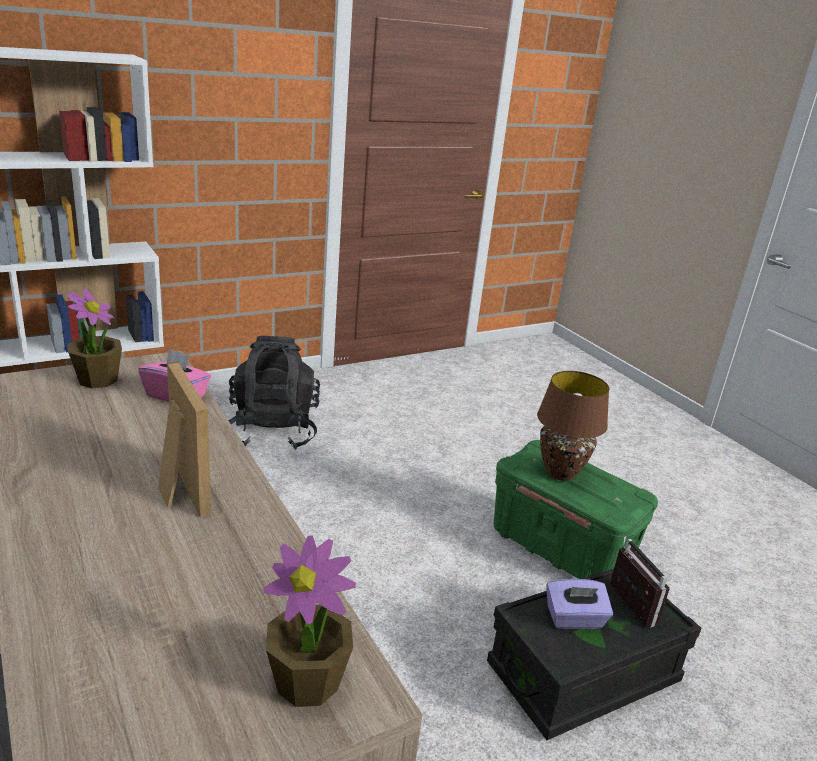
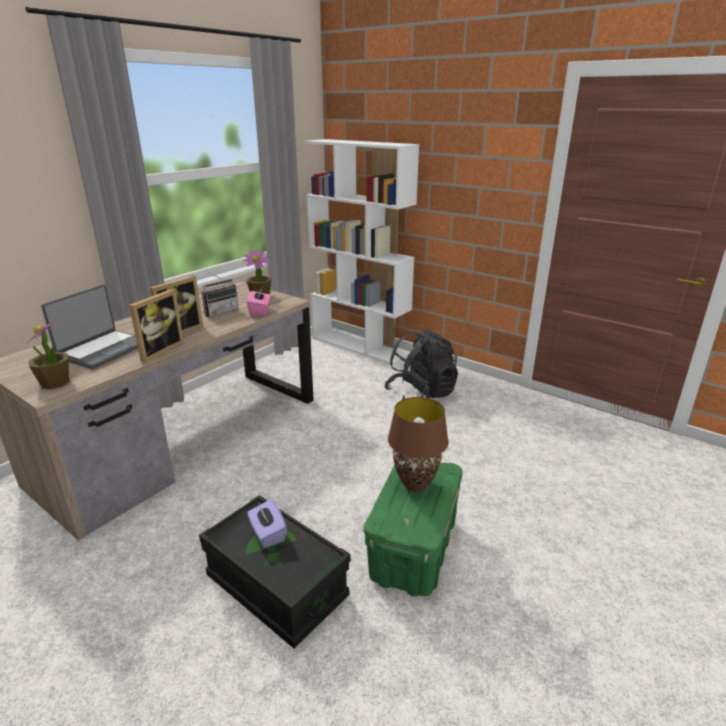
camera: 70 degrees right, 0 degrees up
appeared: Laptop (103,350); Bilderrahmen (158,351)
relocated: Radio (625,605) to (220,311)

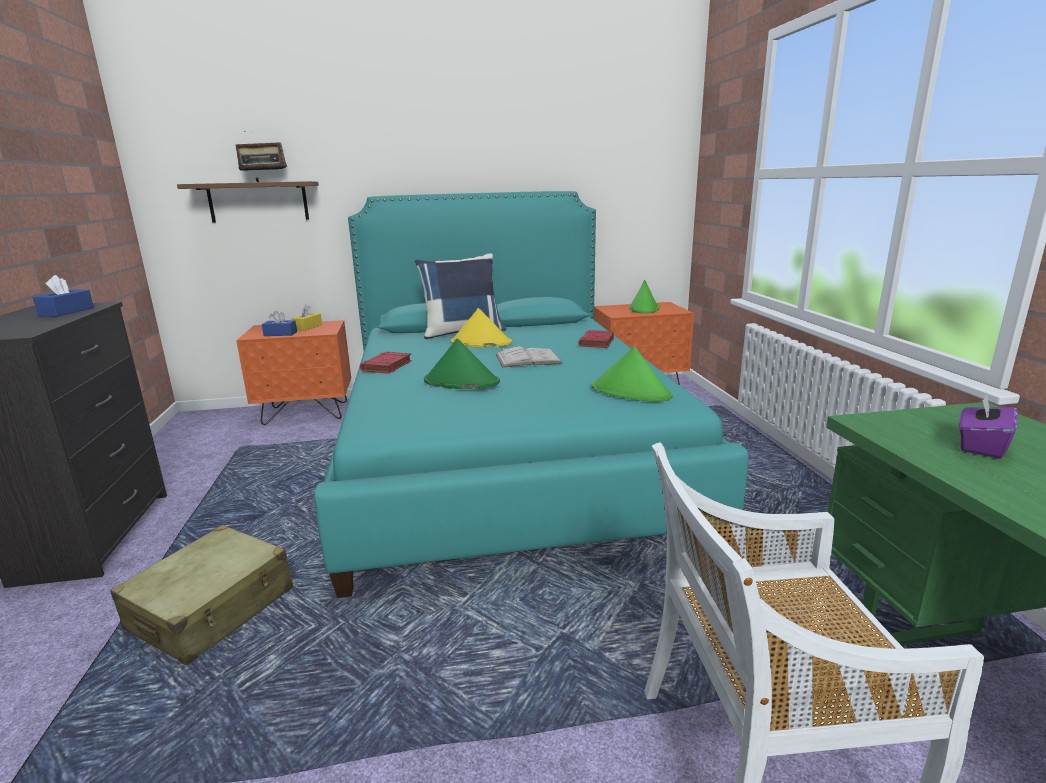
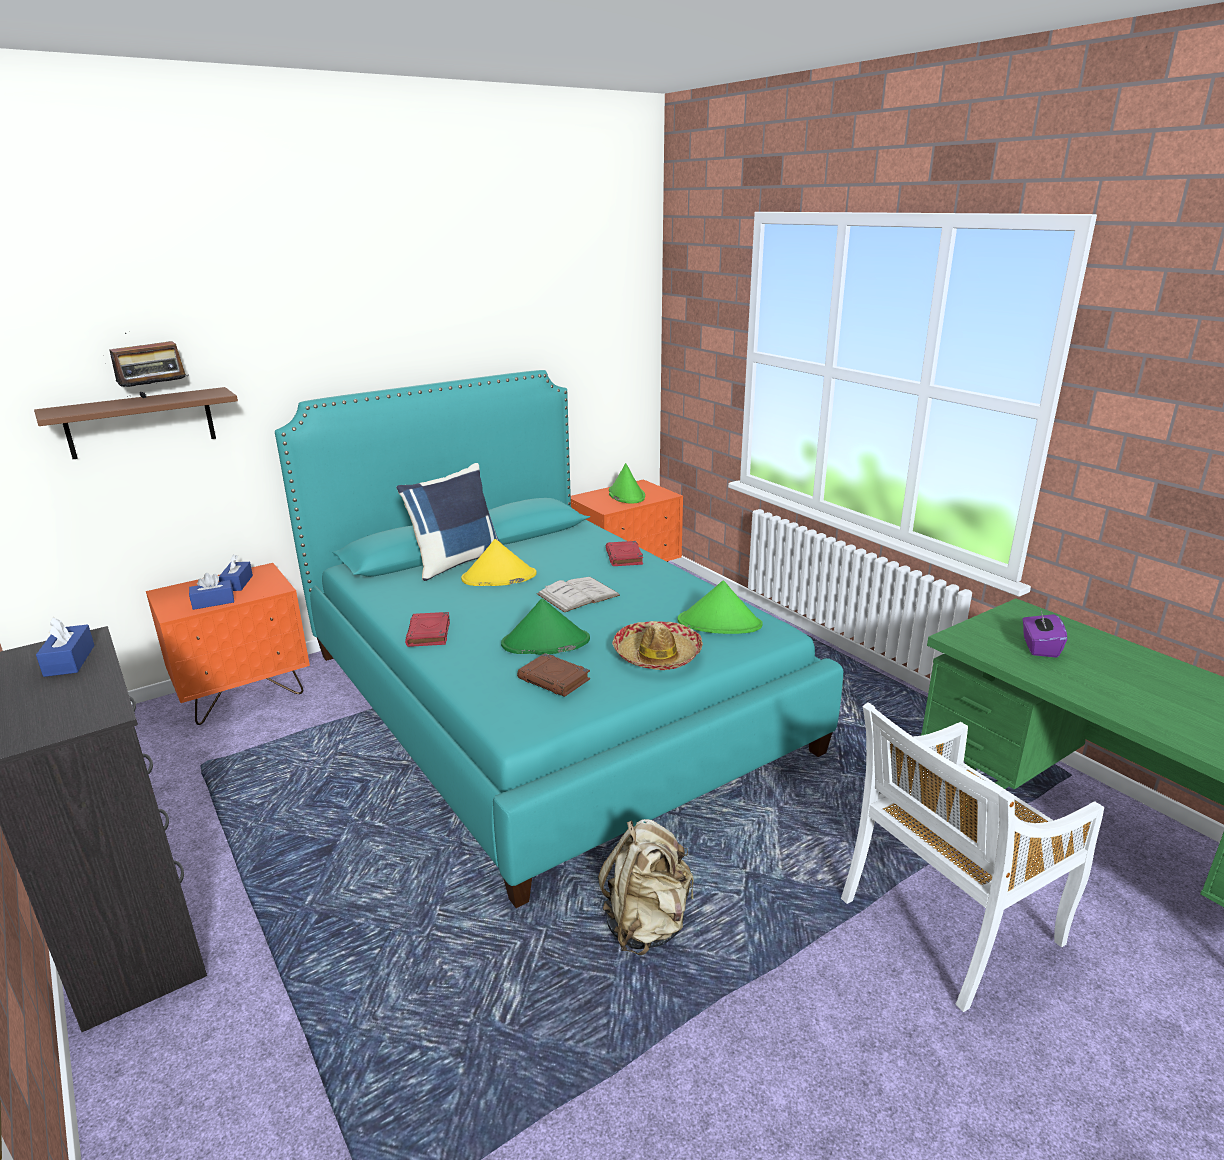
camera: 25 degrees left, 5 degrees up
missing: Koffer/beige (212,609)
appeared: Buch/braun (555,679); Rucksack/beige (647,924); Hut (657,655)
colour: Taschentuchbox/gelb (307,327) to Taschentuchbox/blau (237,583)

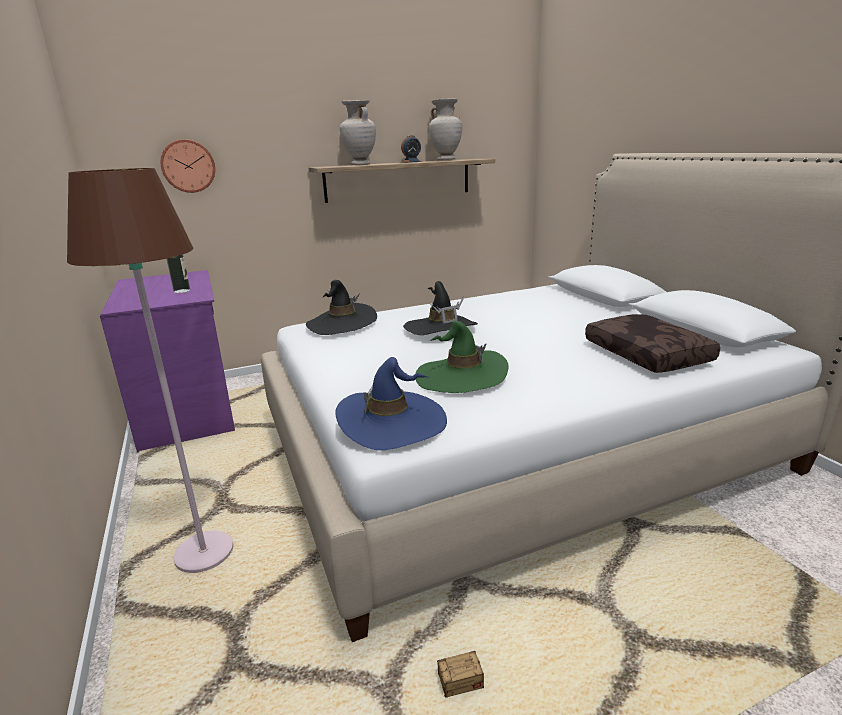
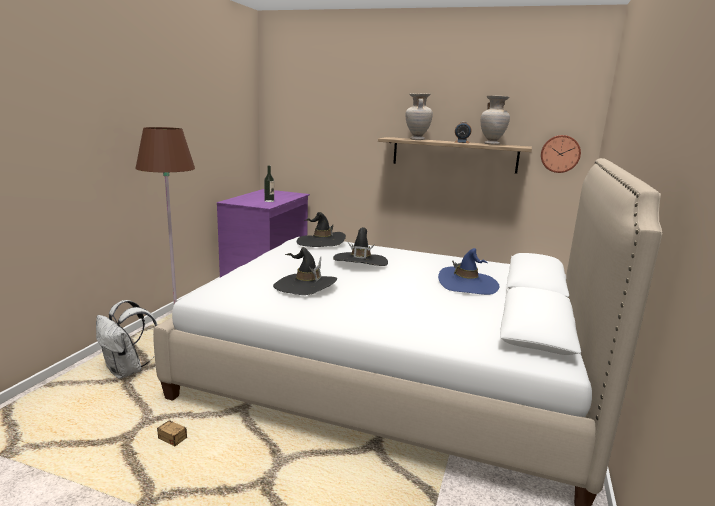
camera: 40 degrees right, 5 degrees down
missing: Kissen/braun (648,355)
appeared: Rucksack/weiß (127,371)
relocated: Hut/blau (392,422) to (468,284); Wanduhr (188,166) to (560,153)
colour: Hut/grün (461,376) to Hut/schwarz (305,286)

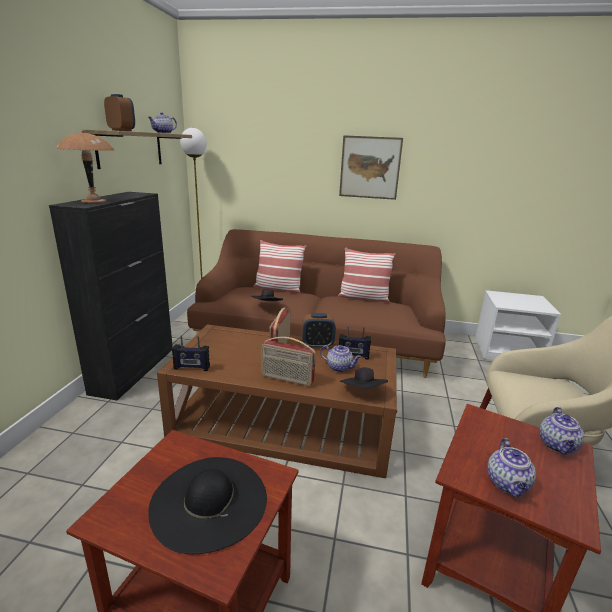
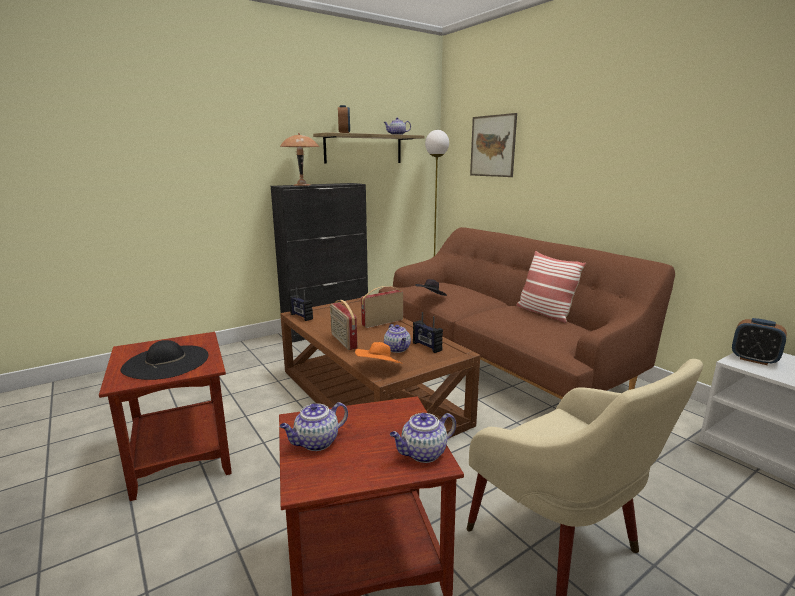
camera: 45 degrees right, 5 degrees down
missing: Kissen (278,288)
relocated: Bild (370,167) to (492,146); Wecker (317,345) to (753,359)
colour: Hut/schwarz (363,392) to Hut/orange (379,369)

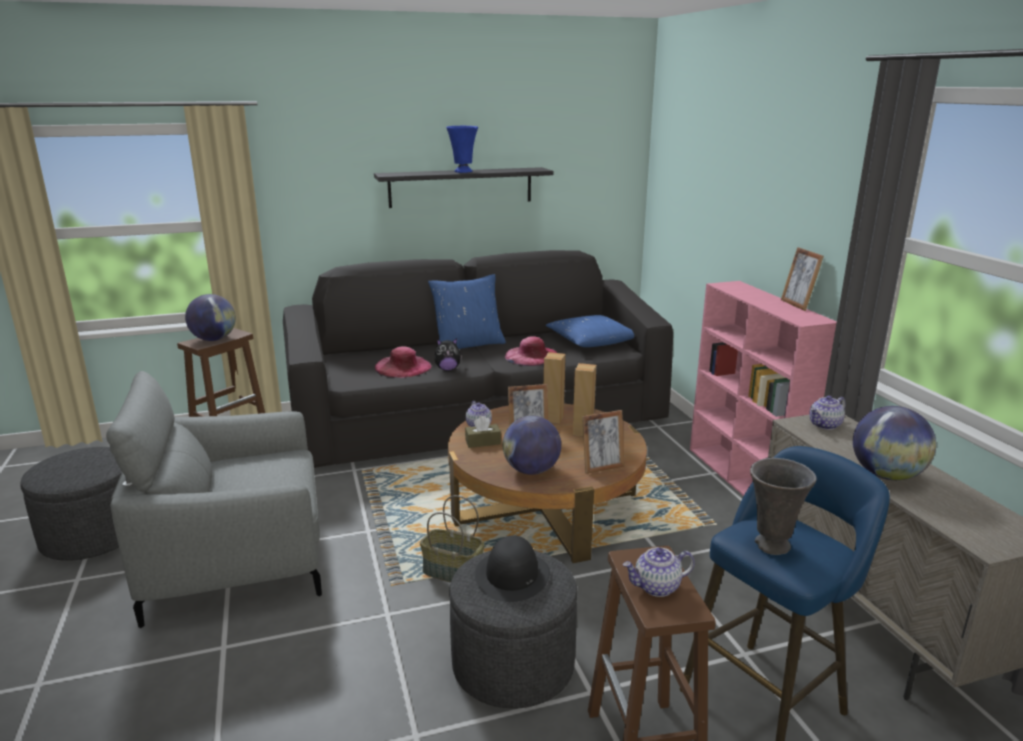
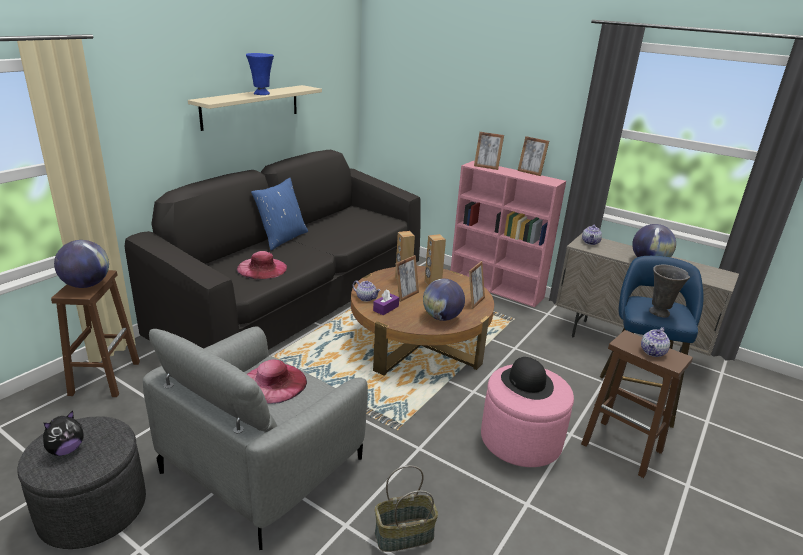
camera: 40 degrees left, 5 degrees up
missing: Kissen/blau (591,341)
appeared: Bilderrahmen (486,167)
relocated: Plüschtier (447,369) to (66,450); Hut/rosa (532,356) to (273,383); Korb (452,573) to (404,536)
colour: Wandregal/schwarz (461,187) to Wandregal/beige (251,106); Taschentuchbox/braun (483,442) to Taschentuchbox/lila (386,308); Polsterhocker/grau (513,664) to Polsterhocker/rosa (520,440)

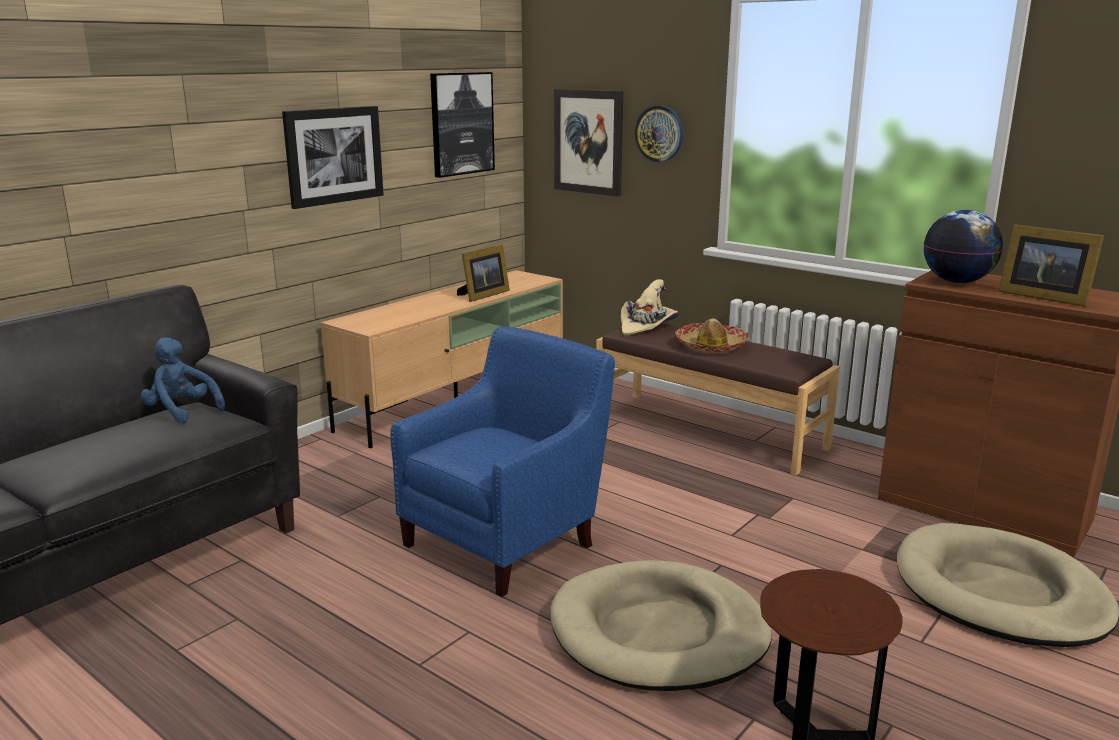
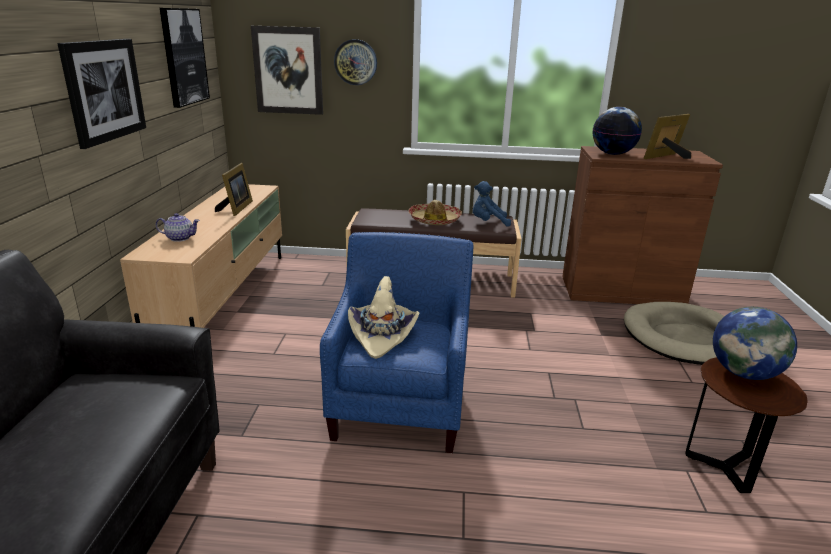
camera: 35 degrees left, 5 degrees up
missing: Hundebett/beige (659,633)
appeared: Teekanne (179,238); Globus (744,373)
relocated: Hut/beige (647,326) to (382,334); Plüschtier/blau (181,411) to (488,223)
spun: Bilderrahmen (1041,296) = (666,157) 135 degrees clockwise

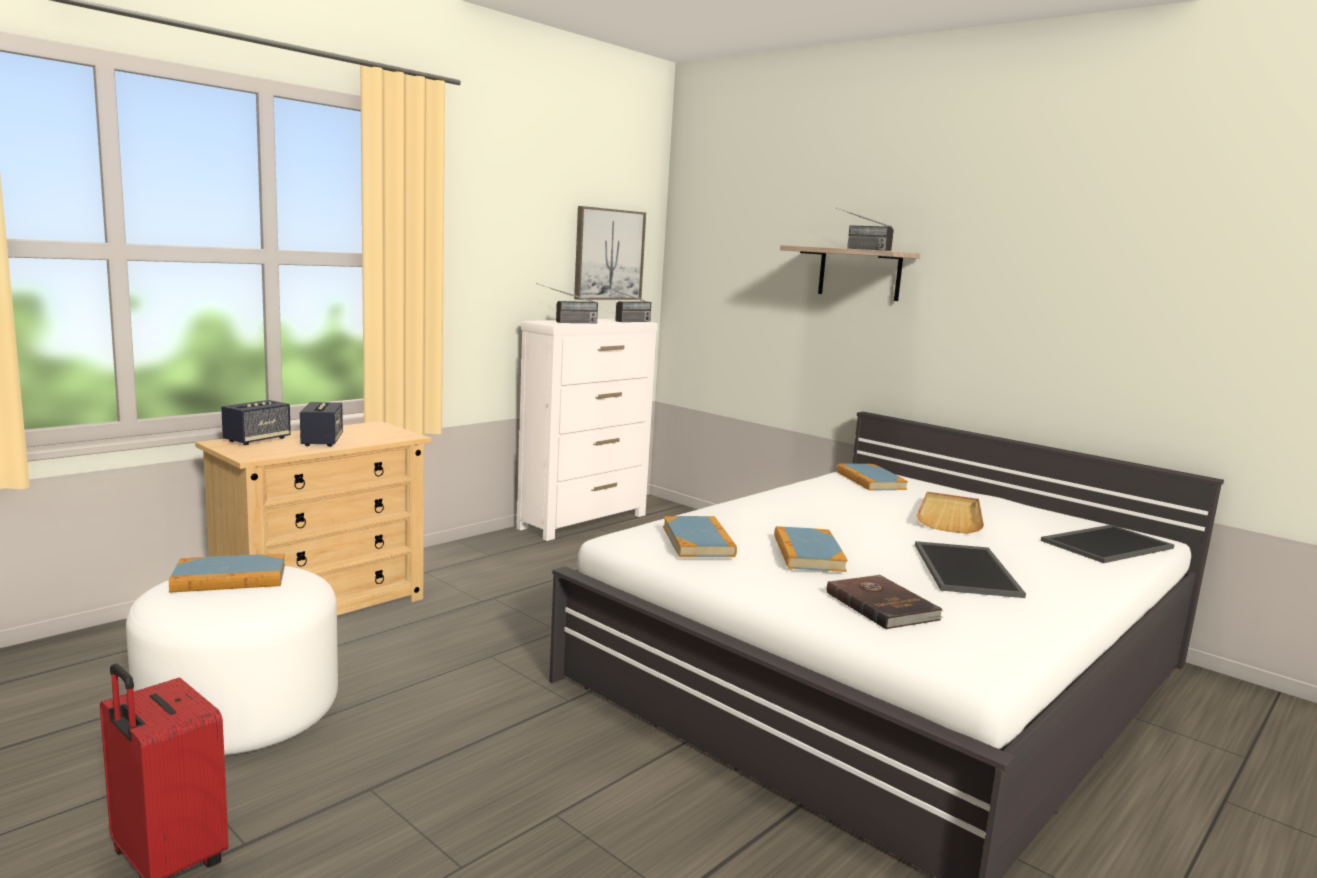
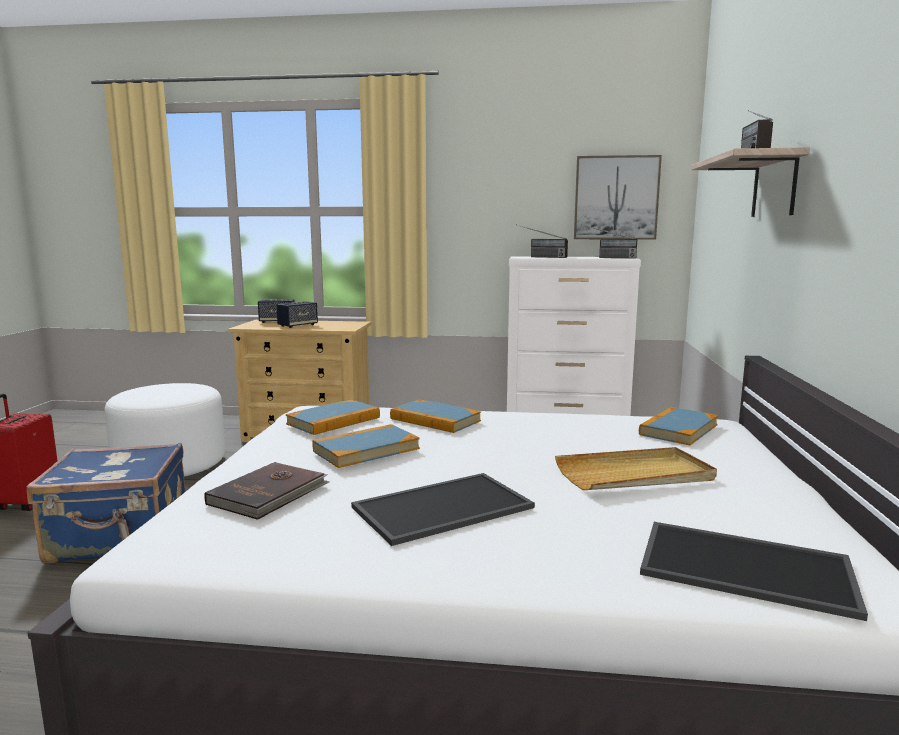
camera: 55 degrees right, 0 degrees up
appeared: Koffer/blau (120,538)
relocated: Buch (230,578) to (435,420)

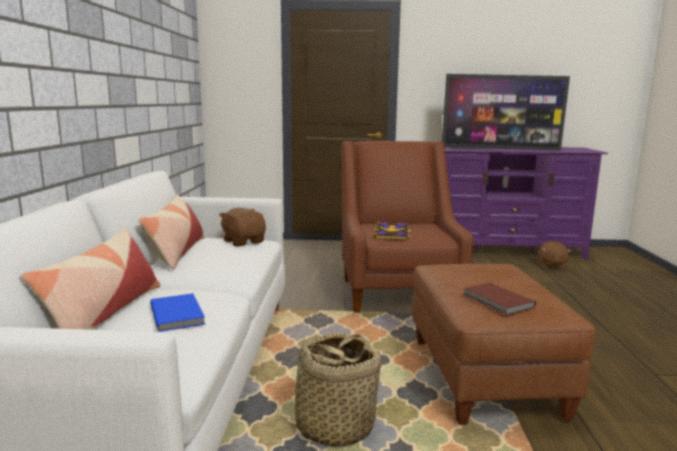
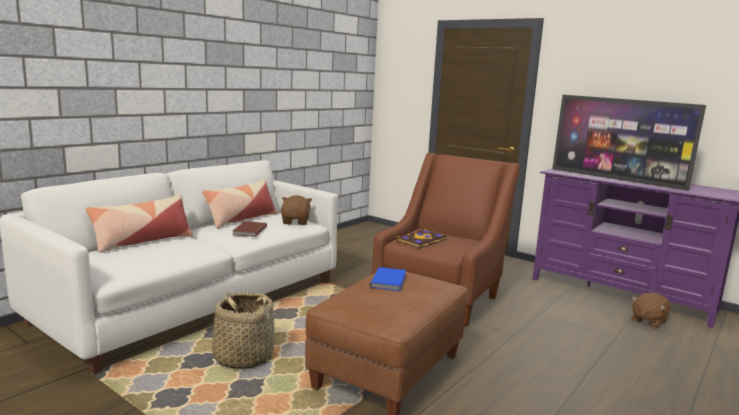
camera: 35 degrees right, 0 degrees up
relocated: Buch/braun (497,301) to (248,231); Buch/blau (178,314) to (389,281)

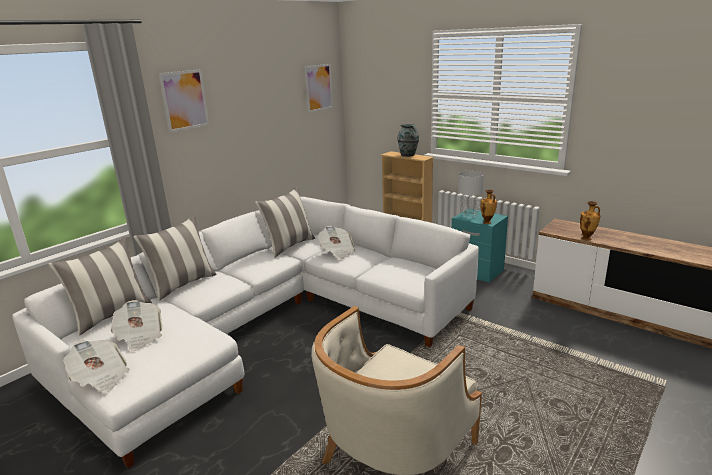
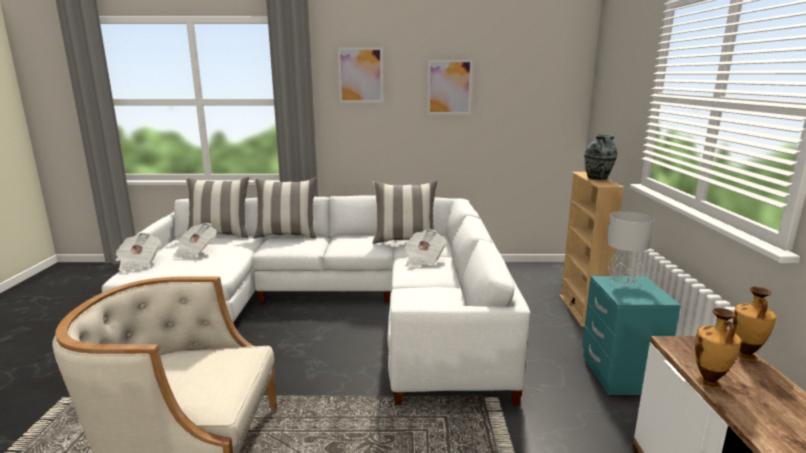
camera: 50 degrees right, 5 degrees down
relocated: Bild (318,87) to (449,87); Vase (487,222) to (745,356)

